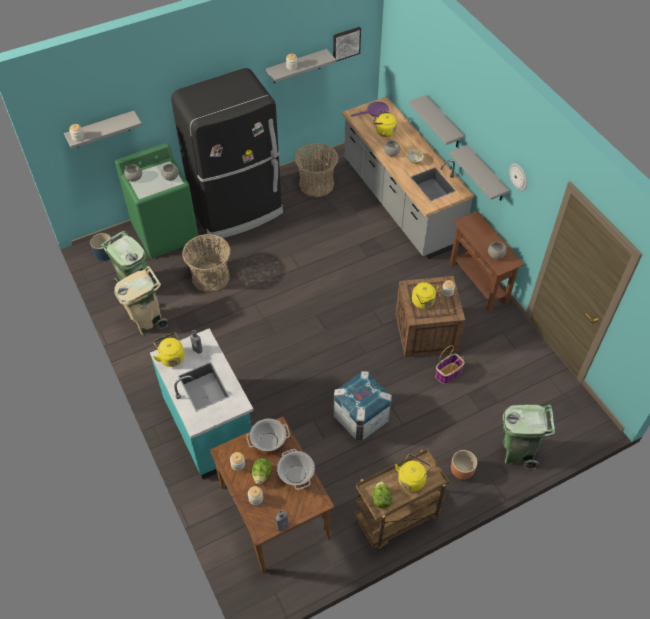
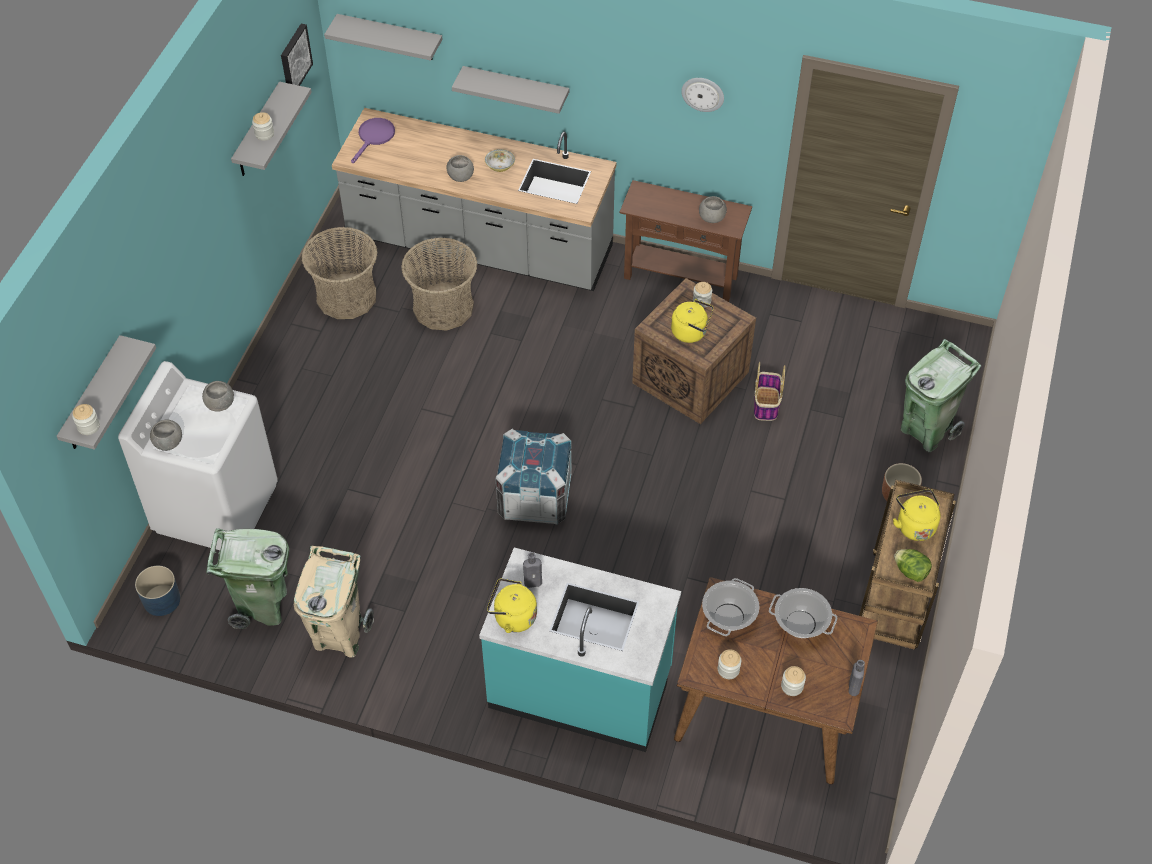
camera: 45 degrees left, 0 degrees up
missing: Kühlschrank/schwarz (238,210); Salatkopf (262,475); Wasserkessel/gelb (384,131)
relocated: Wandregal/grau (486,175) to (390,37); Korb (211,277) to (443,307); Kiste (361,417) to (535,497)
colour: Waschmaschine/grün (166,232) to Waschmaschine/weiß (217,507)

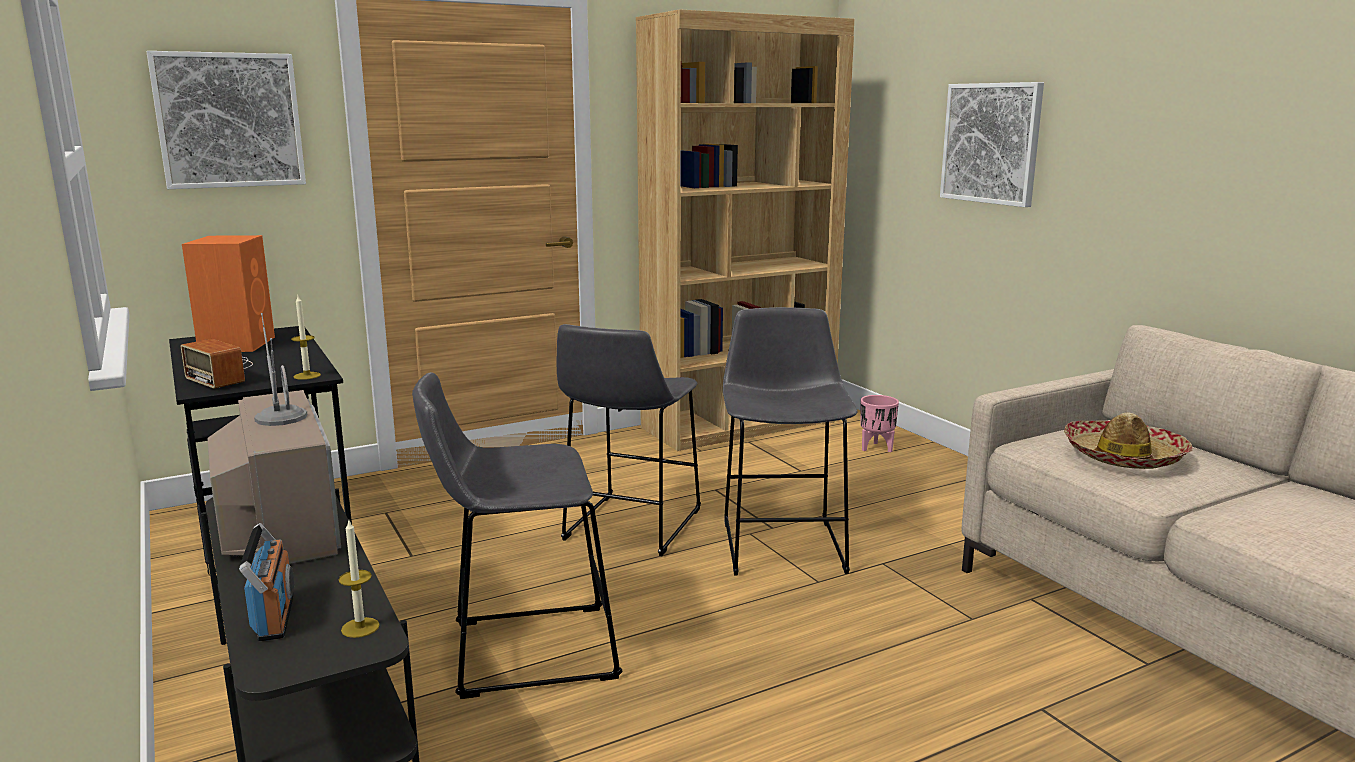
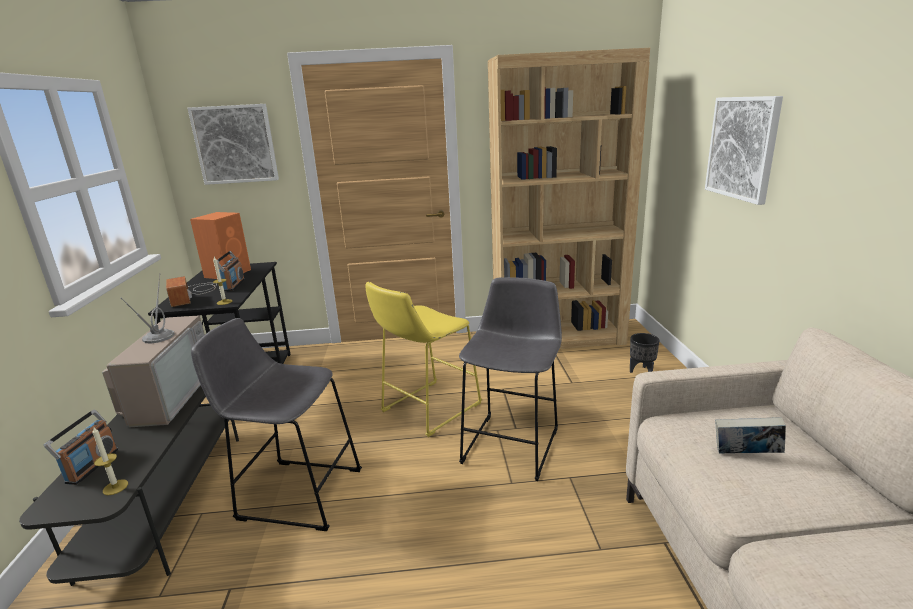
camera: 25 degrees right, 5 degrees up
appeared: Radio (234,285)
exchanged: Hut (1124,457) to Buch (745,456)
colour: Hocker/grau (629,527) to Hocker/gelb (427,409); Pflanzkübel/rosa (876,448) to Pflanzkübel/schwarz (642,371)

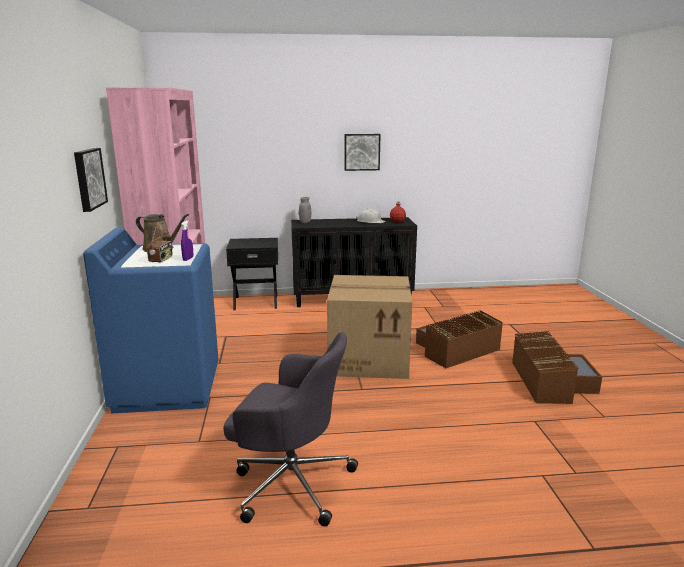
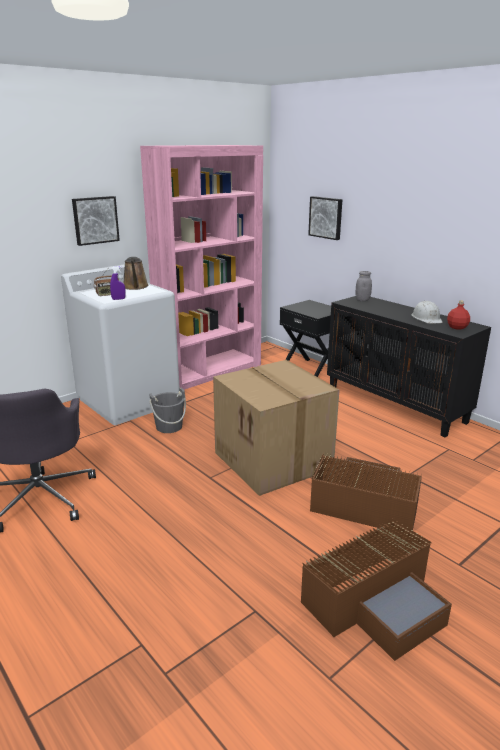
camera: 55 degrees right, 5 degrees up
appeared: Eimer/grau (169,427)
relocated: Bild (362,152) to (326,217)
colour: Waschmaschine/blau (167,387) to Waschmaschine/weiß (129,401)

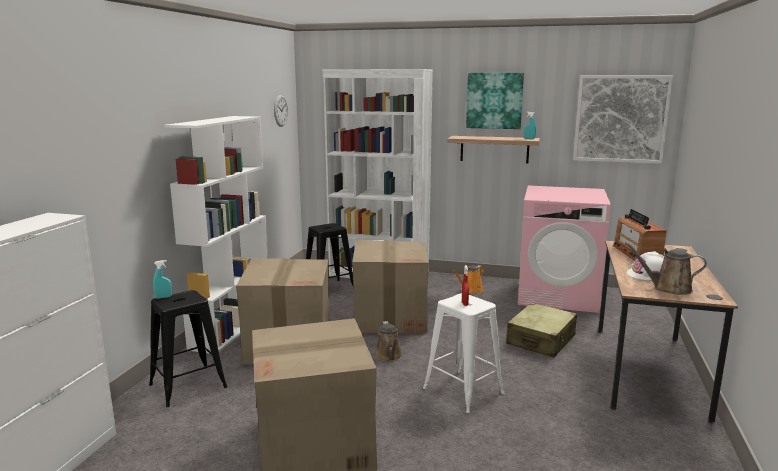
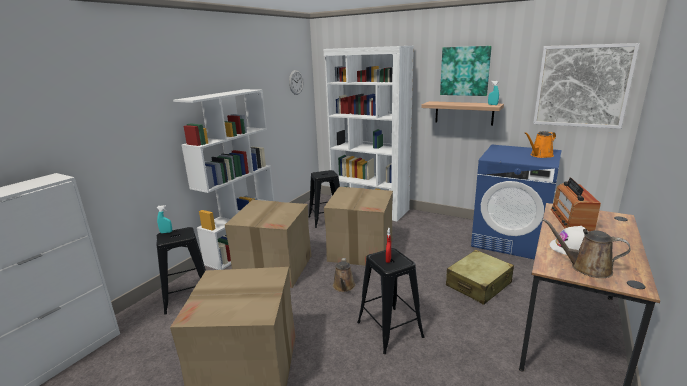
camera: 15 degrees right, 5 degrees up
relocated: Gießkanne/orange (470,290) to (540,155)
colour: Hocker/weiß (462,390) to Hocker/schwarz (389,329); Waschmaschine/rosa (558,296) to Waschmaschine/blau (510,240)

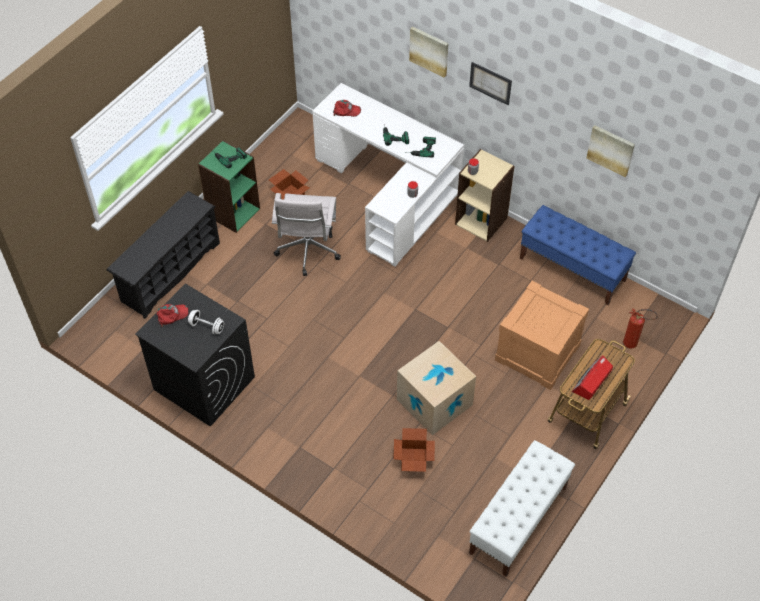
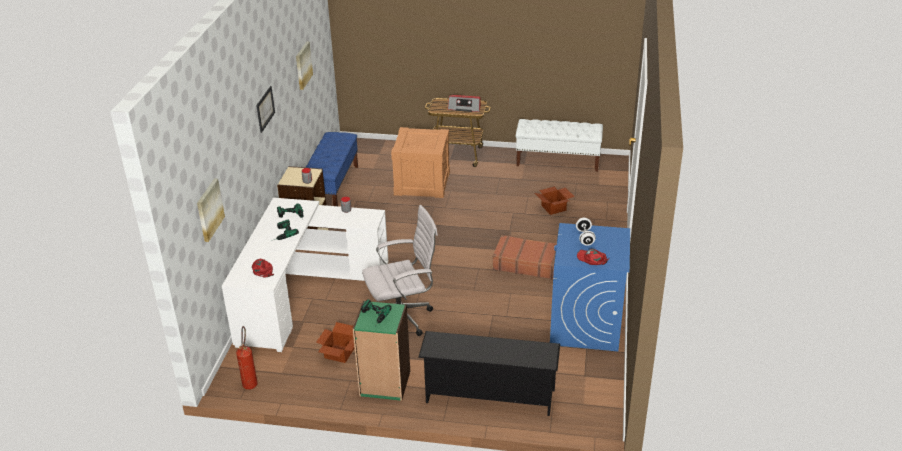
camera: 115 degrees left, 20 degrees down
missing: Karton (434,402)
appeared: Koffer/braun (529,264)
relocated: Bild (429,51) to (209,209); Feuerlöscher (633,344) to (250,382)
colour: Waschmaschine/schwarz (203,383) to Waschmaschine/blau (585,325)

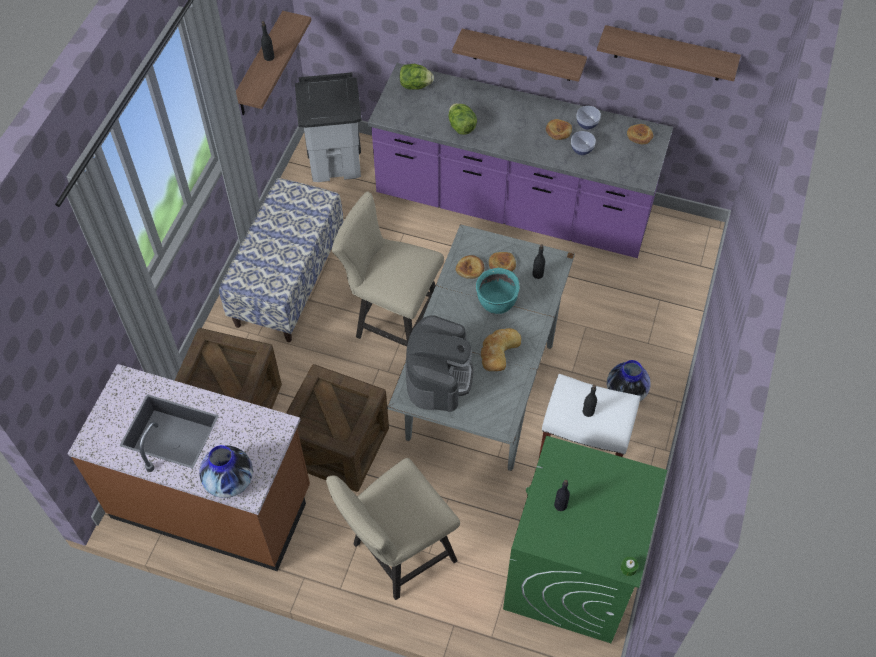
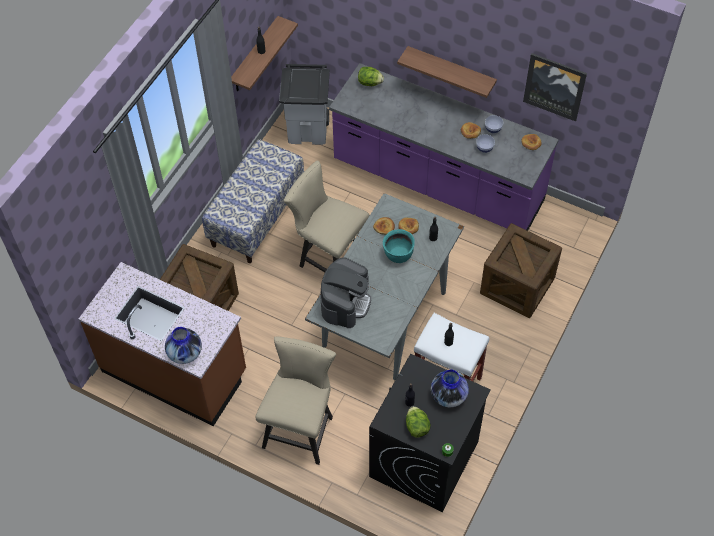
camera: 10 degrees right, 0 degrees up
missing: Brot (498,351)
relocated: Salatkopf (461,127) to (417,427); Vase (626,391) to (448,395); Kiste (338,446) to (517,286)
exchanged: Wandregal (669,54) to Bild (554,86)
colour: Waschmaschine/grün (571,573) to Waschmaschine/schwarz (424,460)
spun: Stuhl/beige (397,555) = (301,428) 135 degrees clockwise

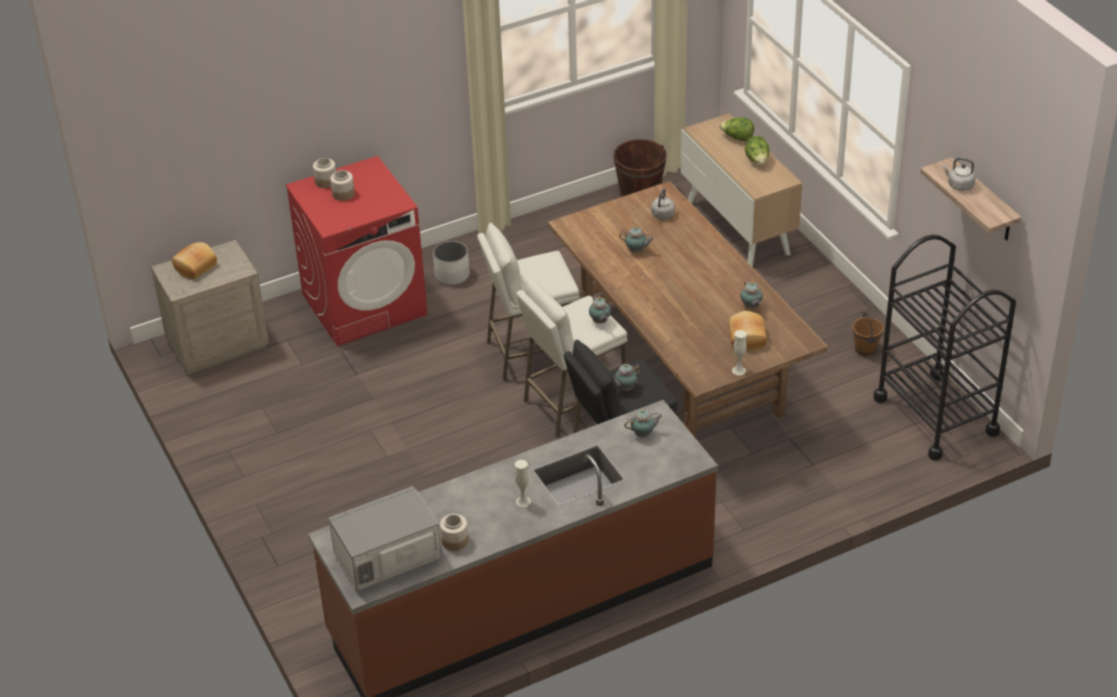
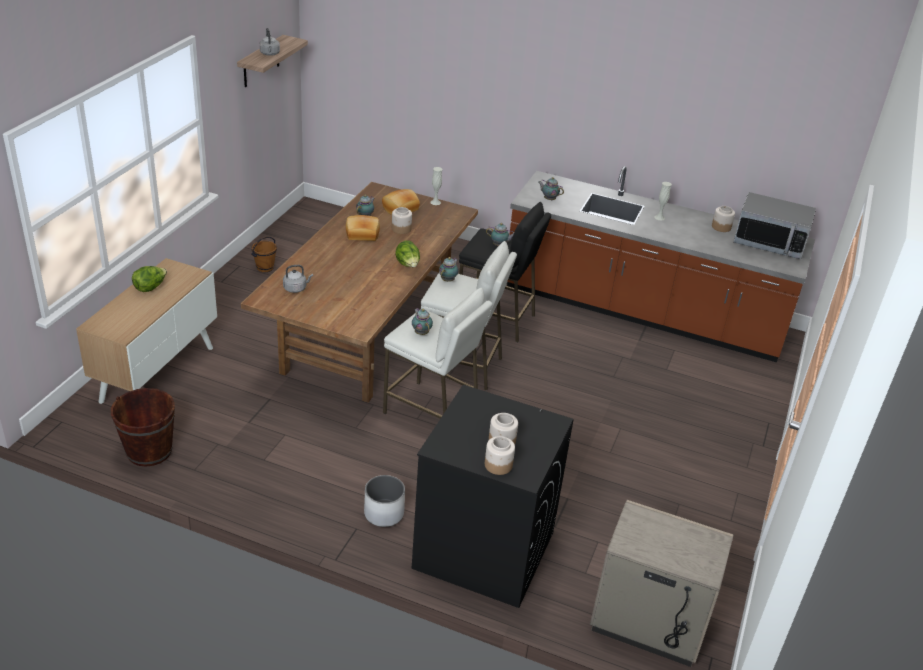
camera: 135 degrees left, 5 degrees down
missing: Rollwagen/schwarz (935,415)
appeared: Vorratsglas (401,229)
relocated: Brot (195,266) to (362,235); Salatkopf (737,138) to (408,265); Teekanne (636,251) to (421,332)
colour: Waschmaschine/rot (365,304) to Waschmaschine/schwarz (483,550)

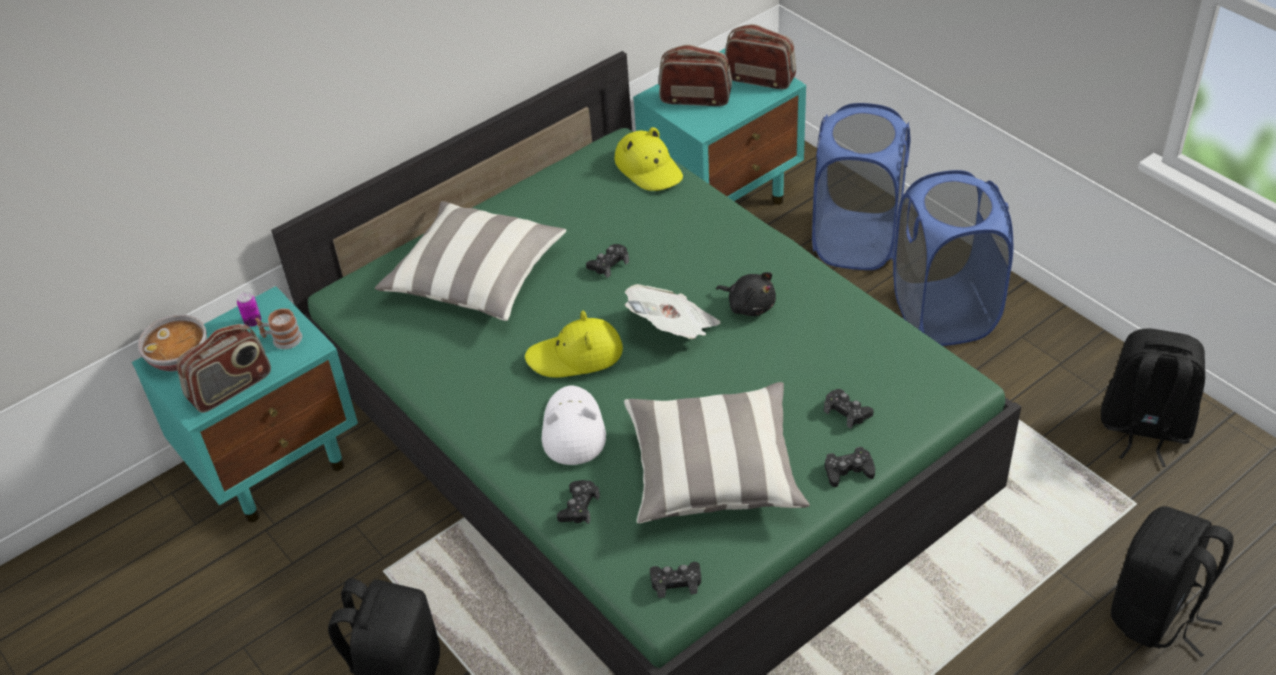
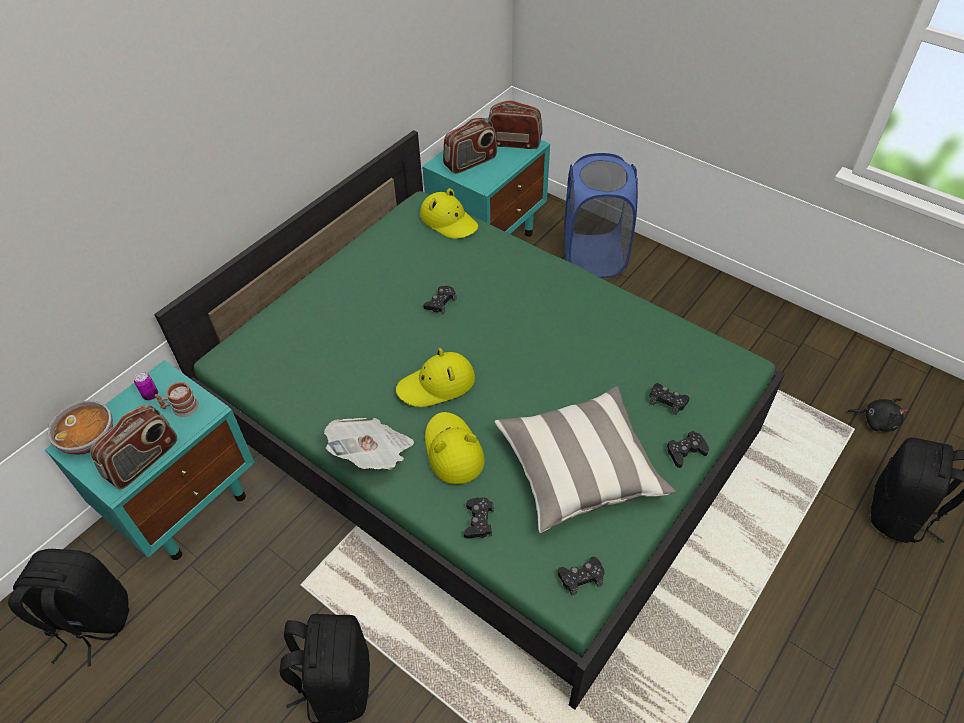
camera: 15 degrees left, 5 degrees up
missing: Kissen (476,278); Wäschekorb/blau (943,313)
relocated: Rucksack/schwarz (1144,428) to (90,621); Zeitung (673,329) to (373,454); Plüschtier/schwarz (749,305) to (876,421)
colour: Hut/weiß (572,430) to Hut/gelb (452,451)
spun: Radio (695,98) = (470,162) 150 degrees clockwise

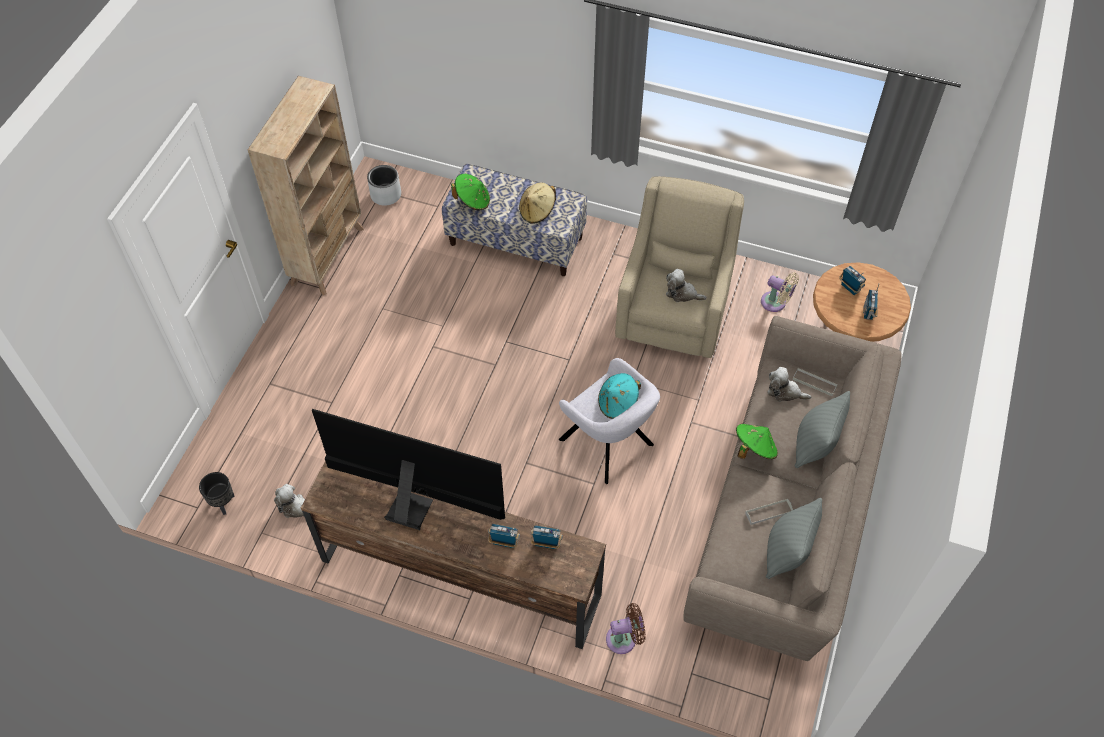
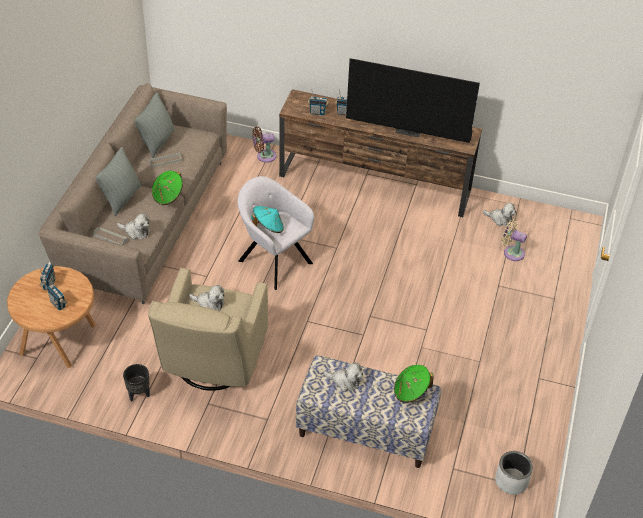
camera: 175 degrees right, 10 degrees down
missing: Bücherregal/beige (328,255)
relocated: Pflanzkübel/schwarz (223,503) to (139,394); Ventilator/beige (776,303) to (511,252)
exchanged: Hut/beige (537,211) to Plüschtier (345,381)

